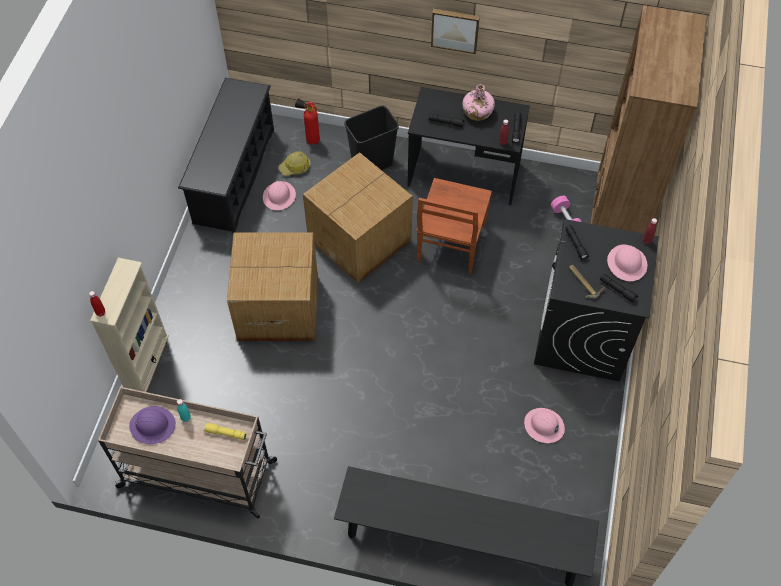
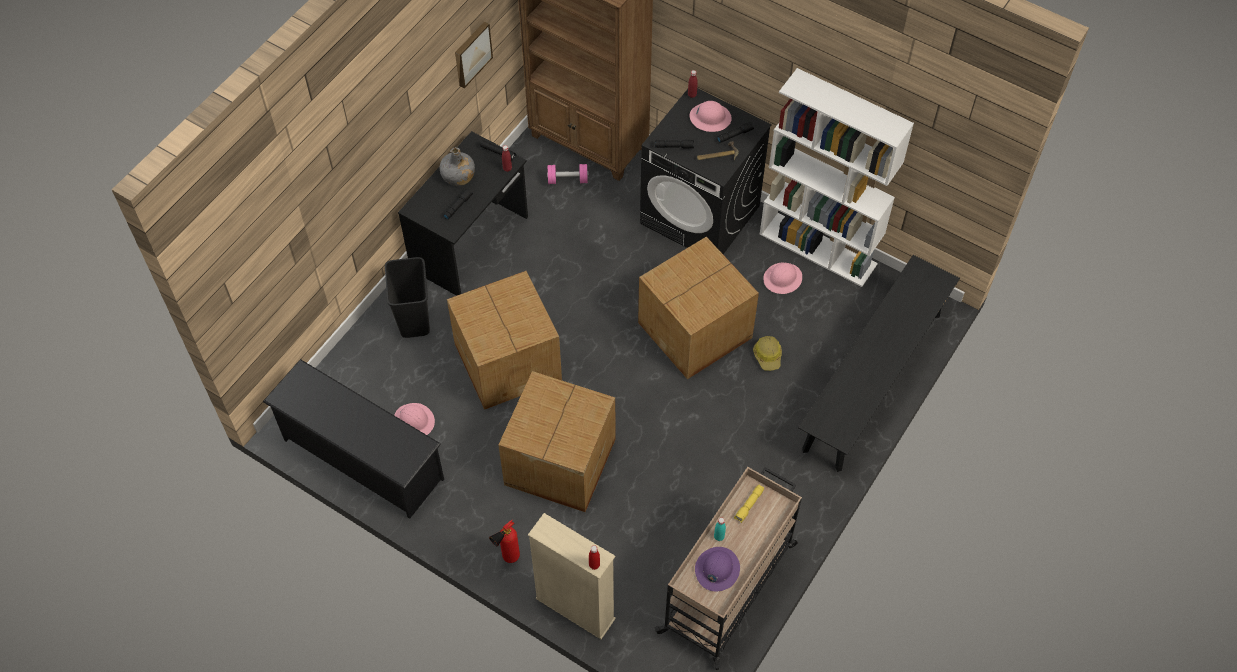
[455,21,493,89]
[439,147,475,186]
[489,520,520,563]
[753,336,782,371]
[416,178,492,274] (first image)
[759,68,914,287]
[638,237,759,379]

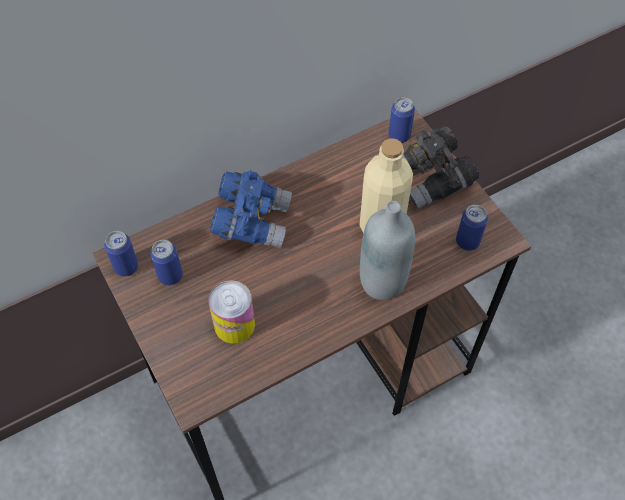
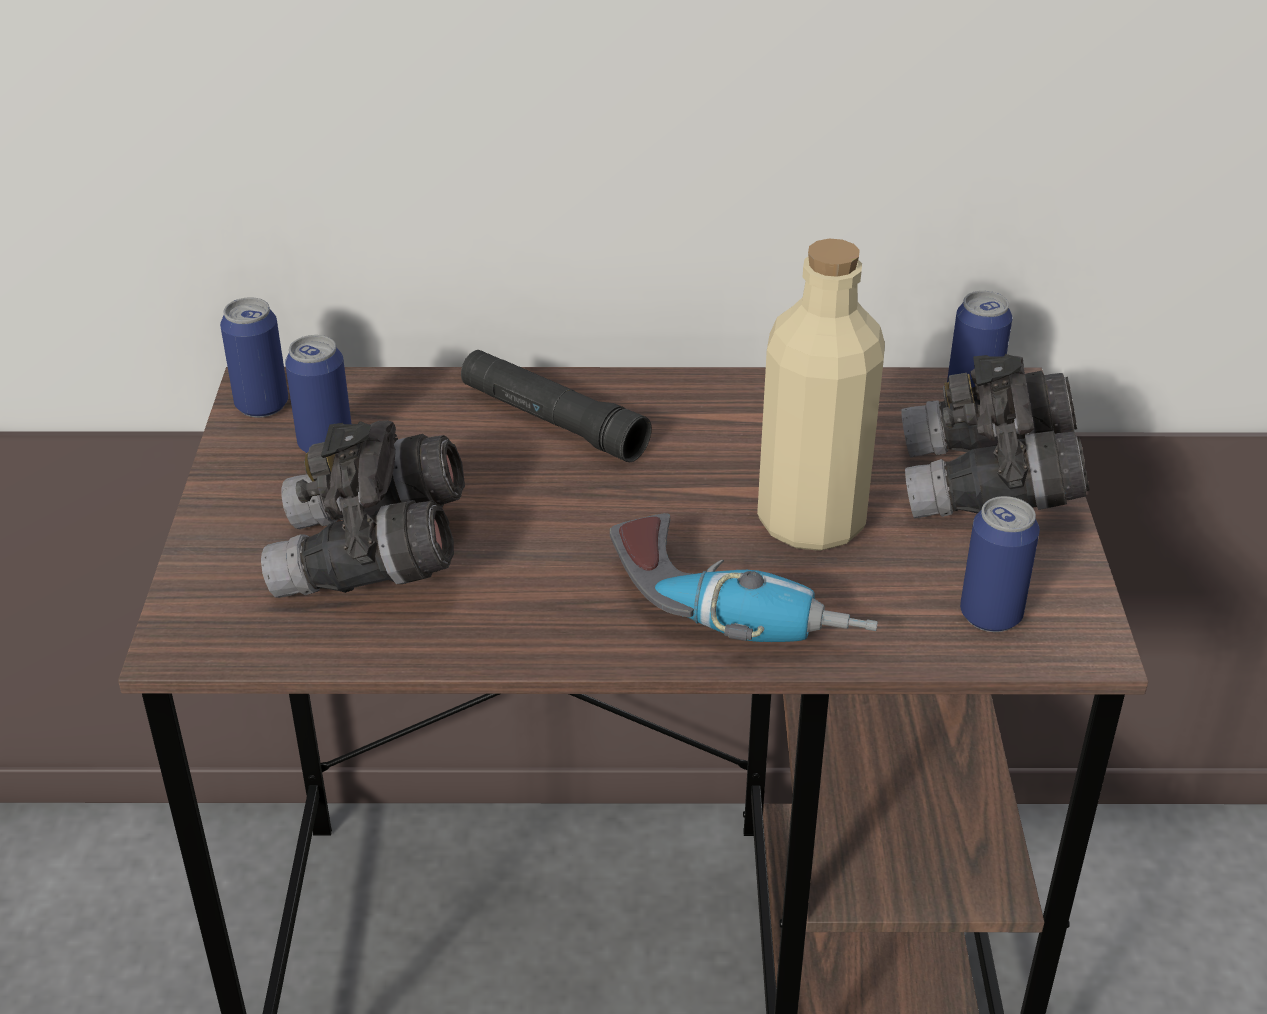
[461,350,652,462]
[610,513,878,642]
[261,420,465,598]

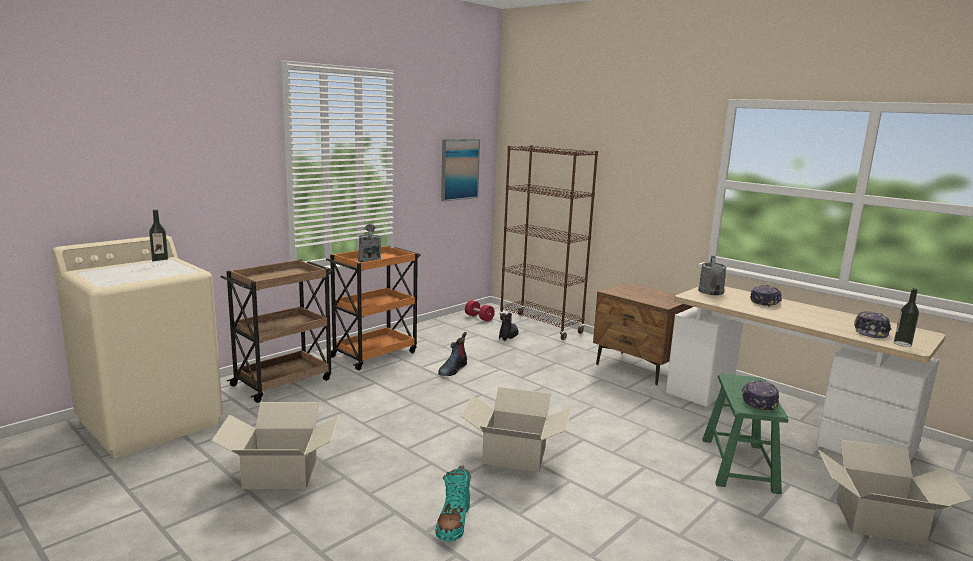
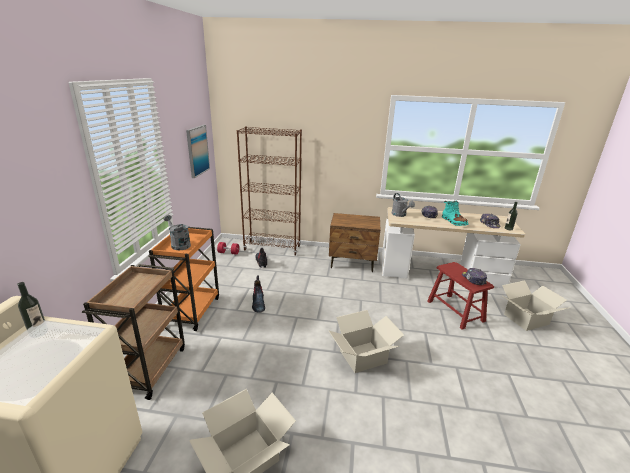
[427,262,494,330]
[442,200,468,226]

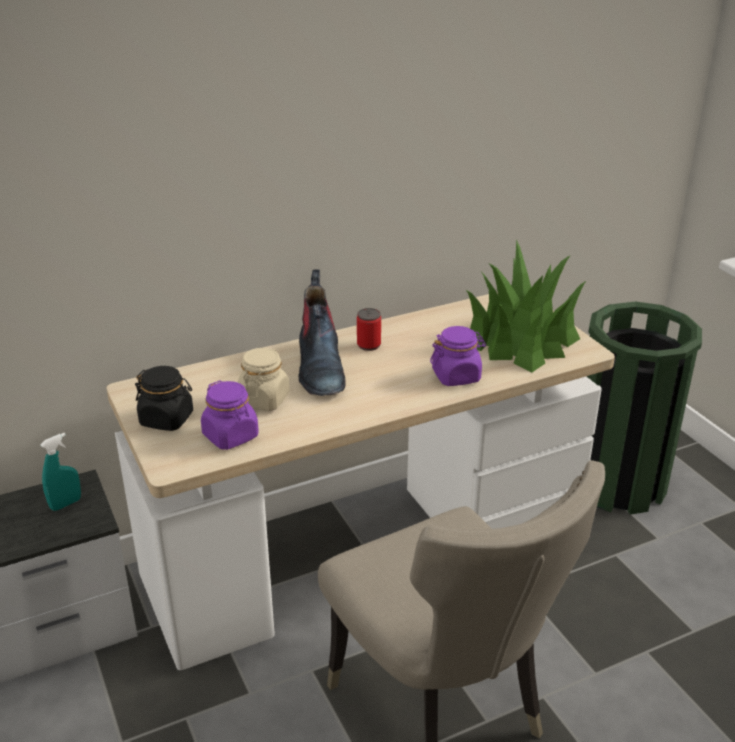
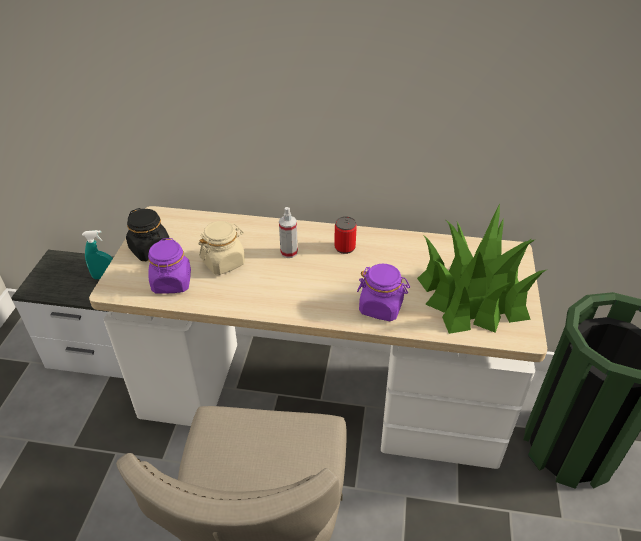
[279,207,298,258]

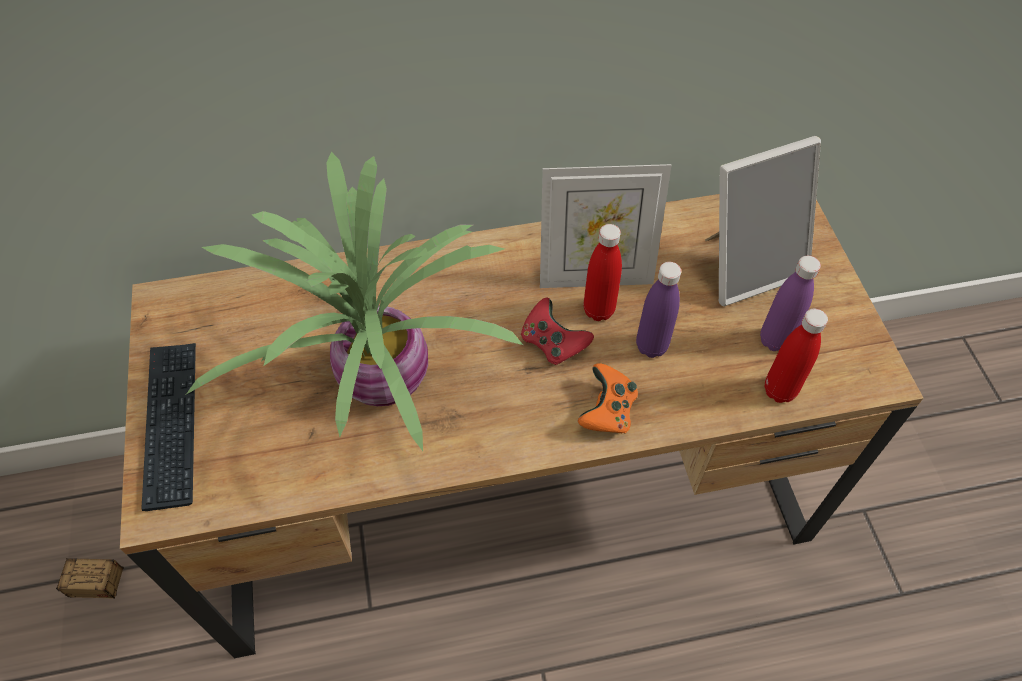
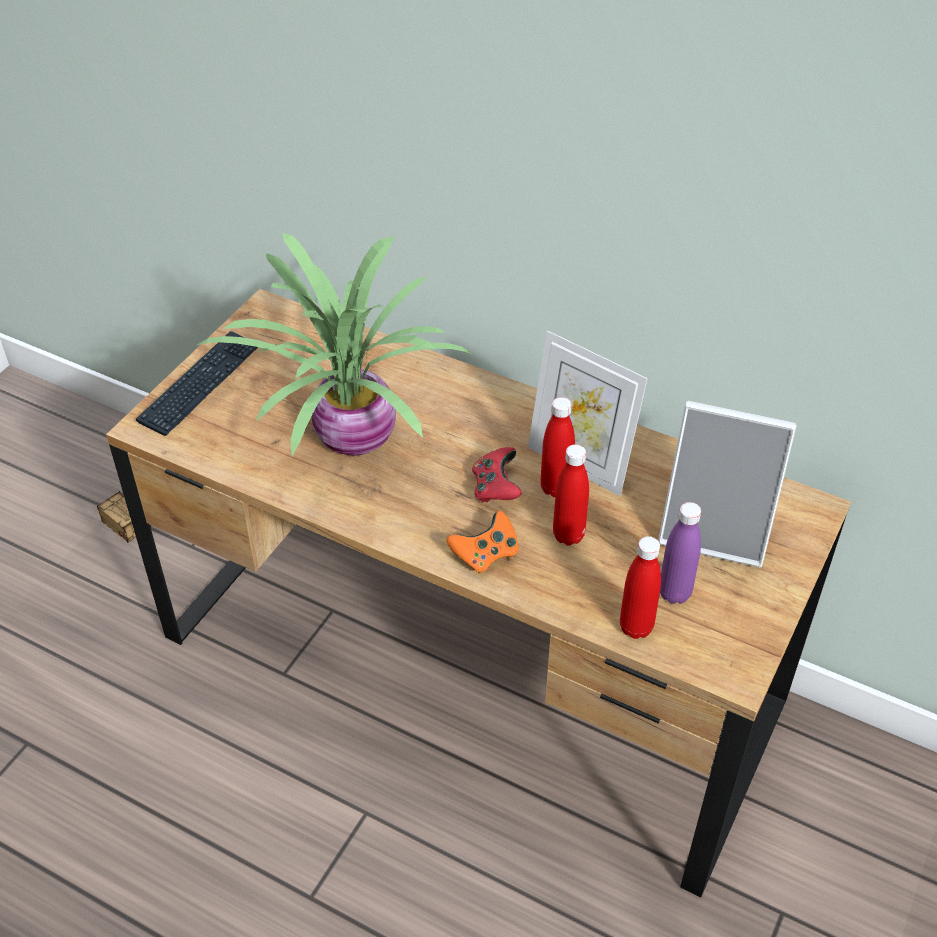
[553,444,589,546]

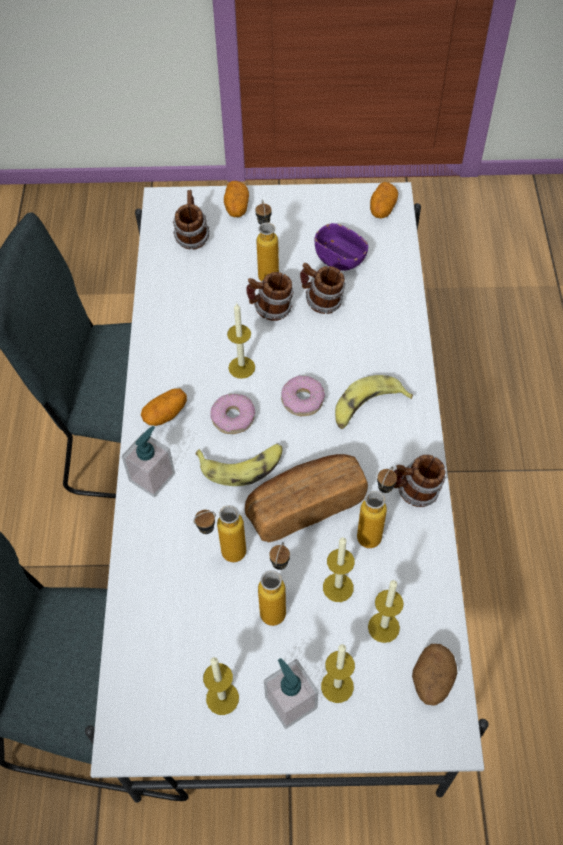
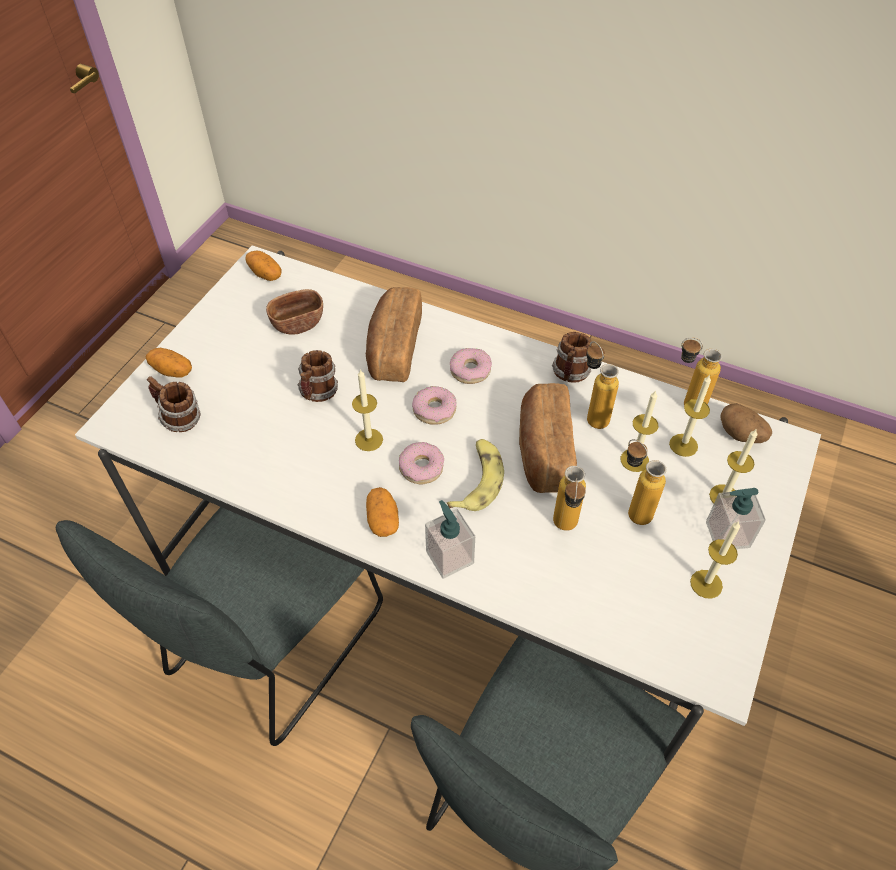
[681,337,722,406]
[266,289,323,335]
[300,263,346,314] (first image)
[450,348,492,384]
[366,287,422,382]

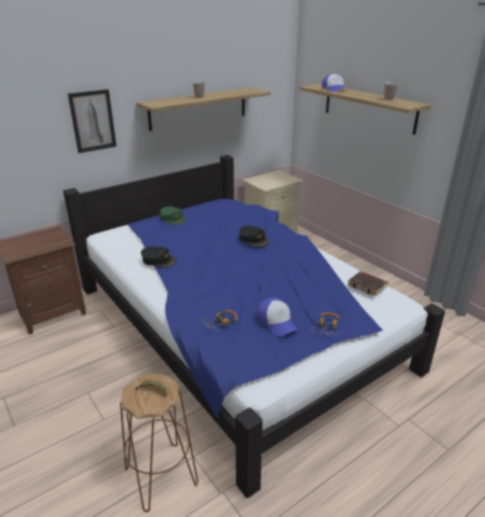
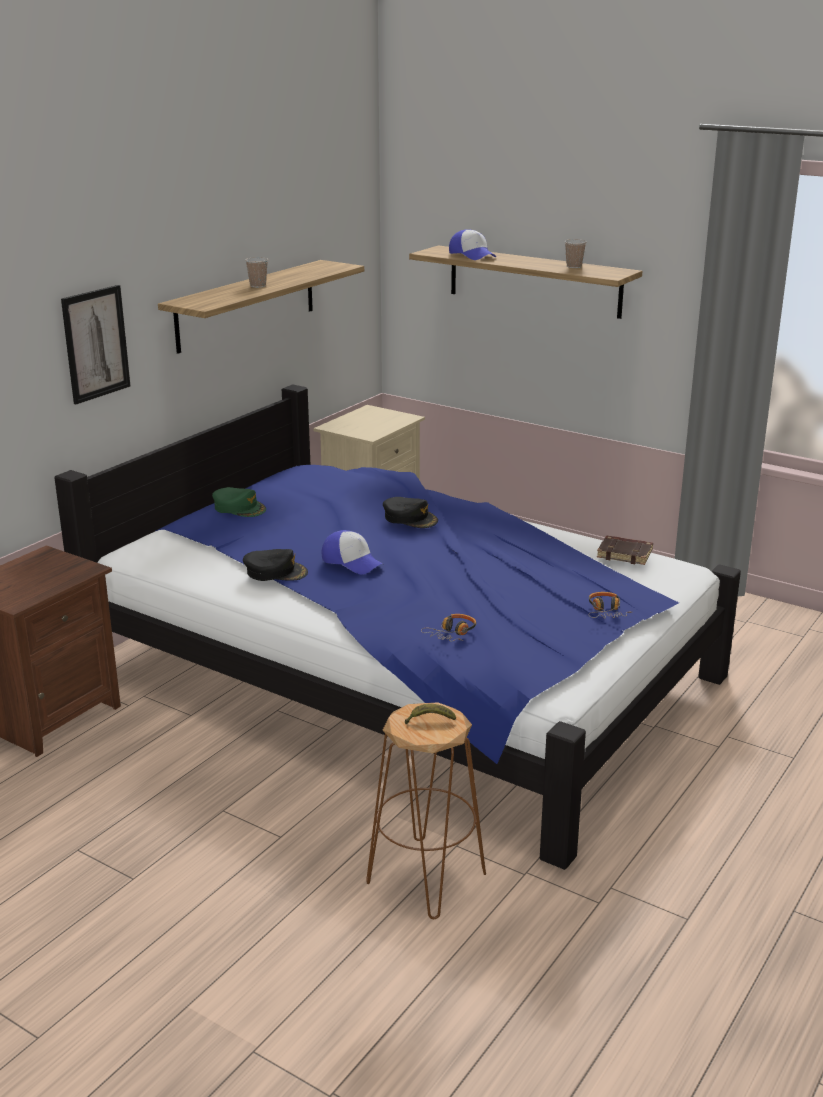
[321,530,383,574]

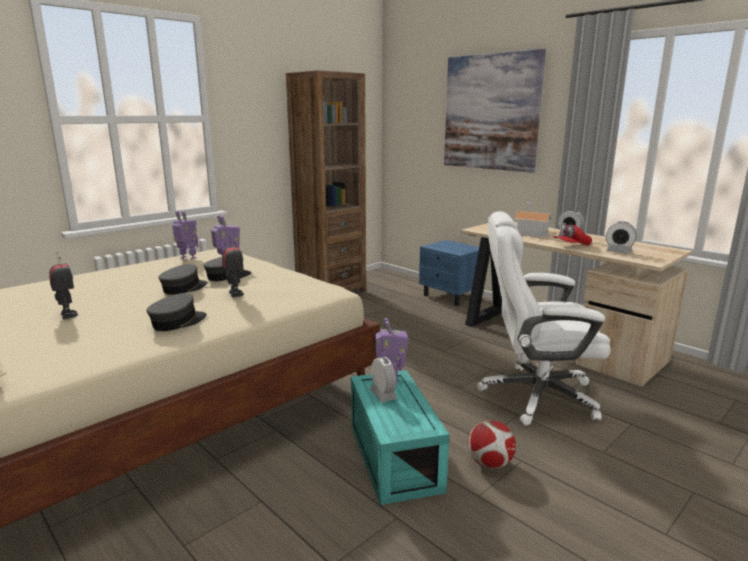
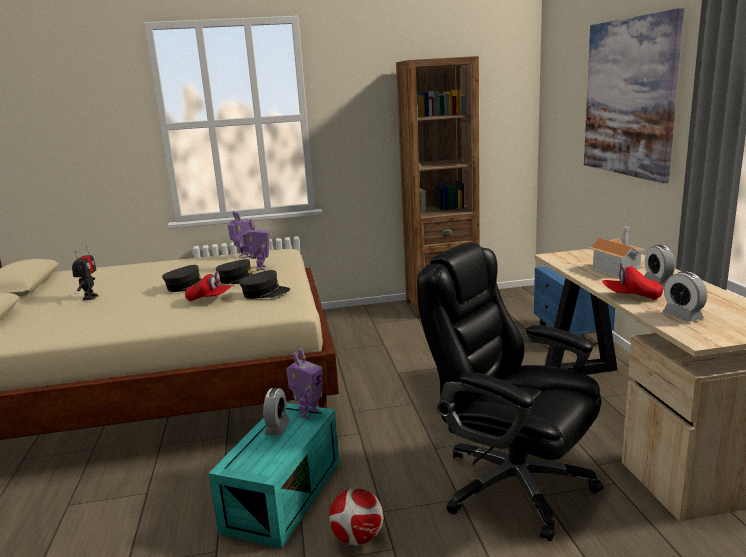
[417,243,603,541]
[185,271,232,301]
[239,270,290,299]

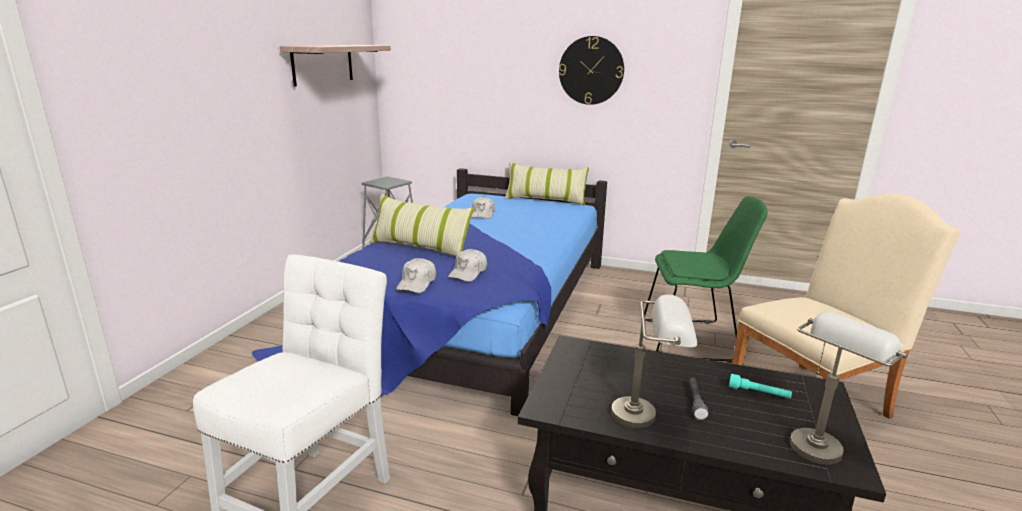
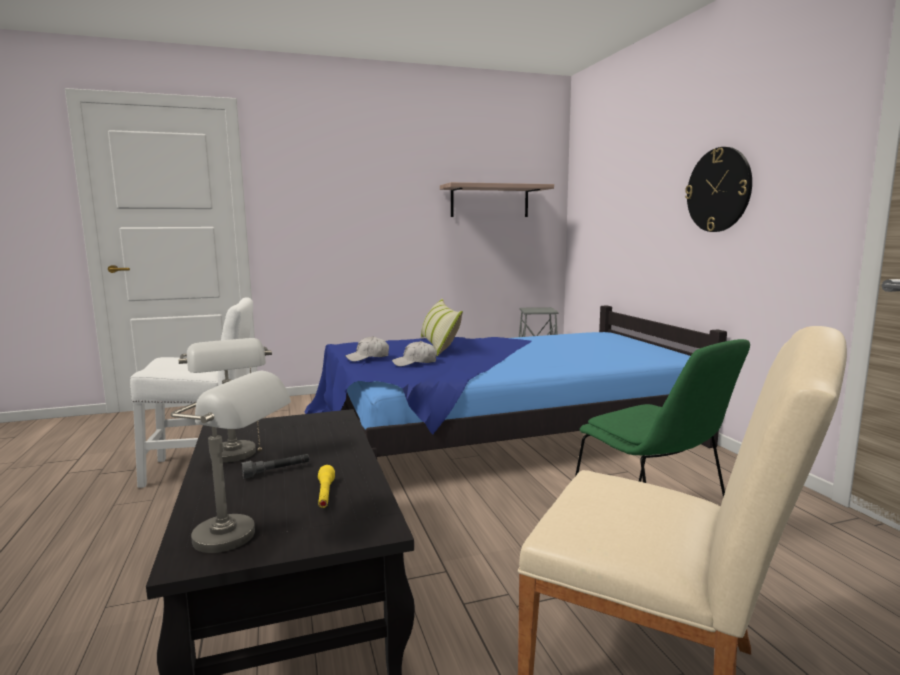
[504,162,589,206] (first image)
[471,196,495,219] (first image)
[318,465,335,508]

